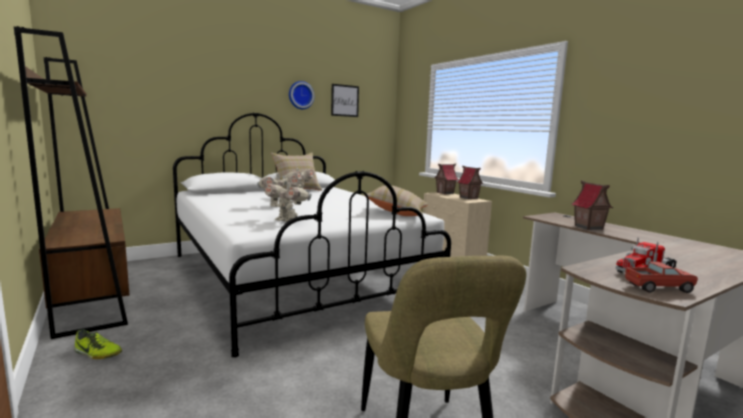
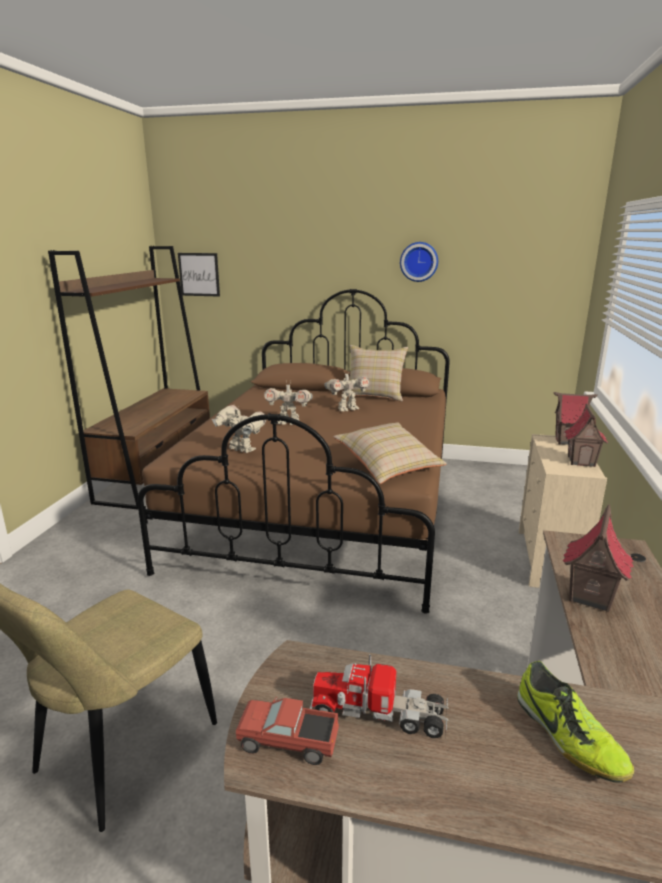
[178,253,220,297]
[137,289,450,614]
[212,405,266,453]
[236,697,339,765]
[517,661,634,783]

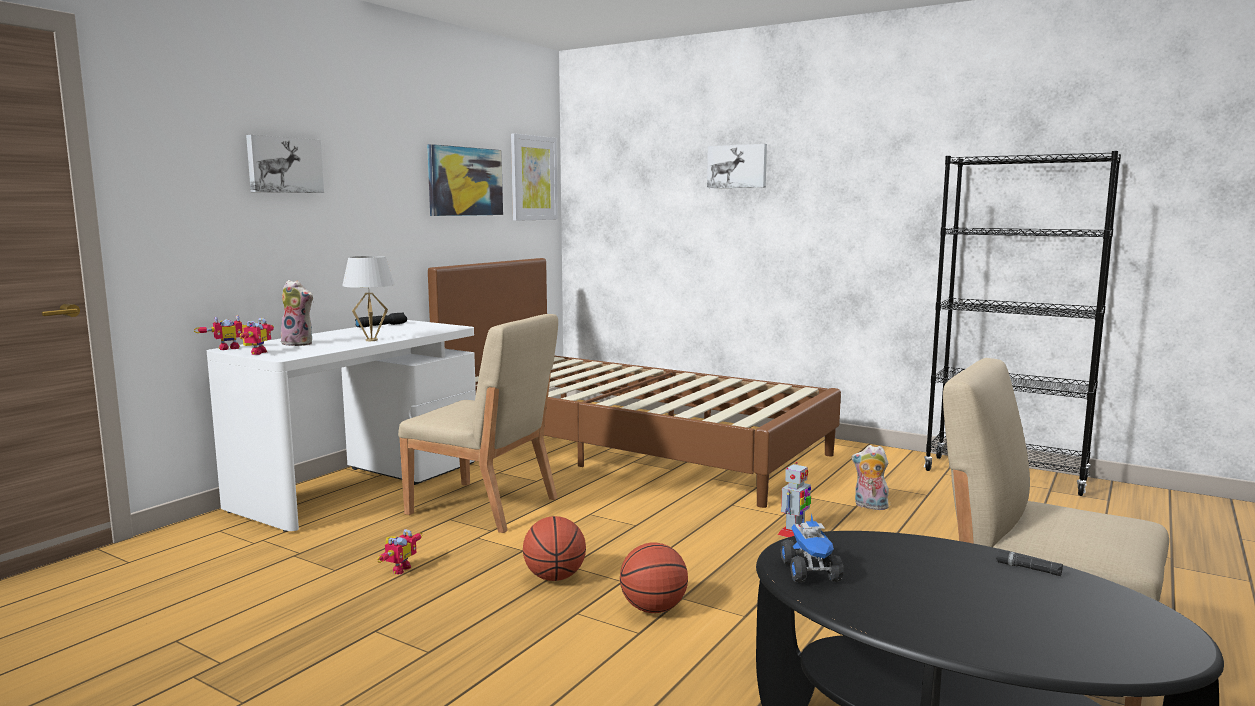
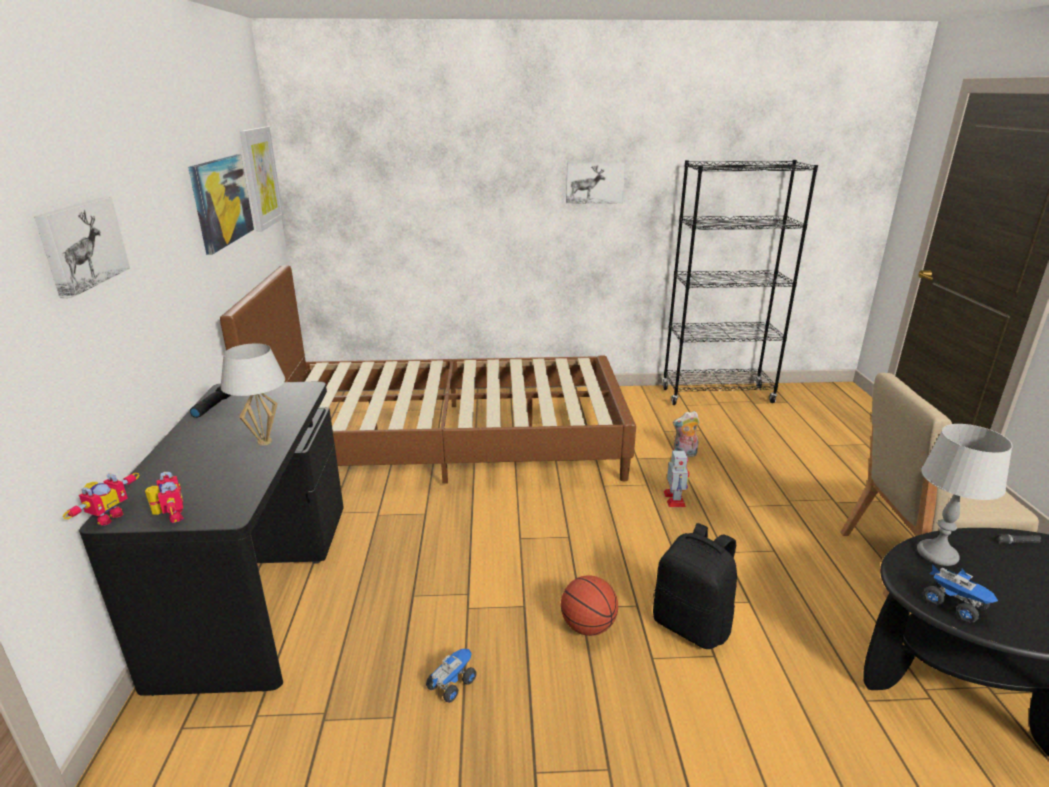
[566,162,625,204]
[281,280,314,346] (first image)
[398,314,558,533] (first image)
[79,382,344,696]
[426,649,477,703]
[653,523,737,649]
[917,424,1013,566]

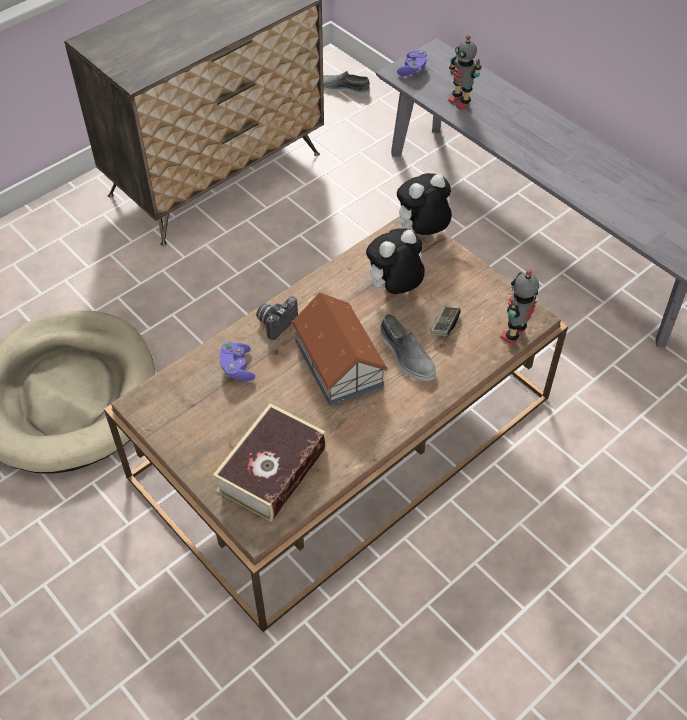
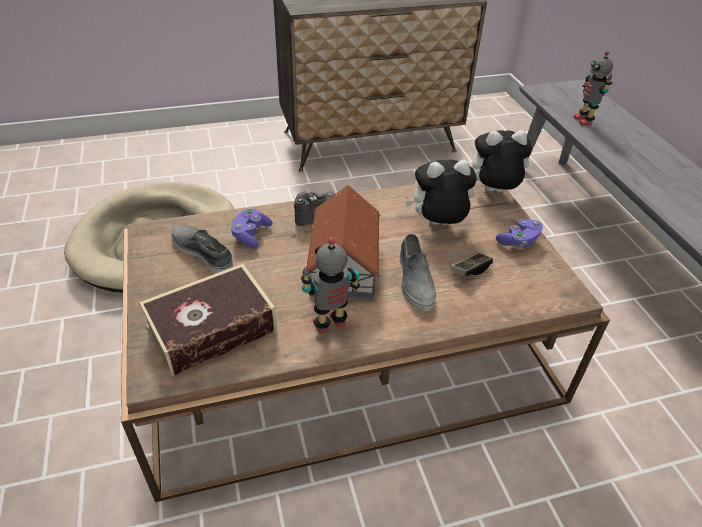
[496,219,543,248]
[171,225,233,273]
[301,237,360,334]

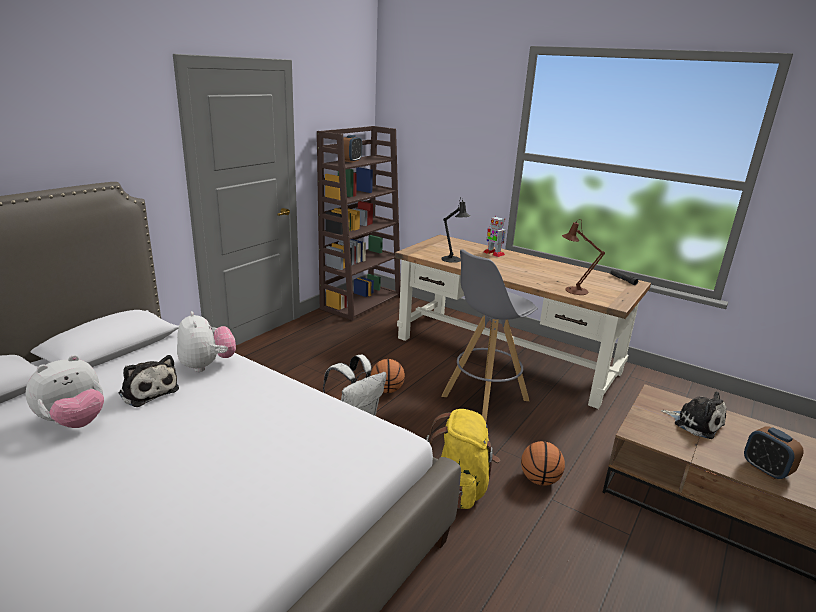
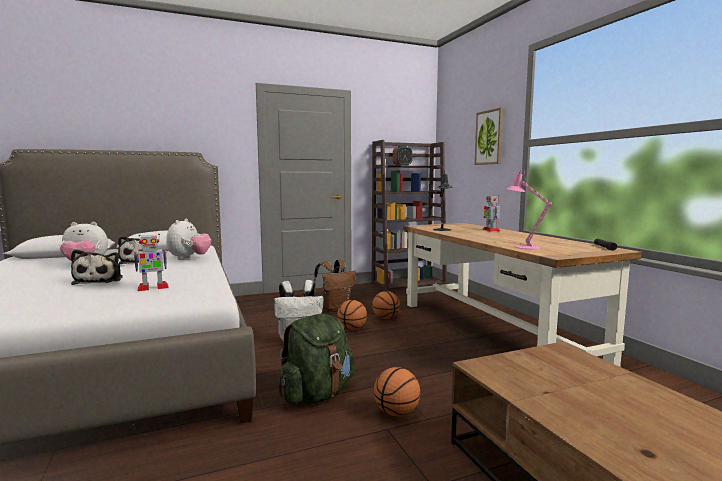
[506,169,552,249]
[442,249,538,422] (first image)
[71,250,123,285]
[279,314,355,404]
[744,426,804,480] (first image)
[475,108,503,165]
[133,234,169,291]
[314,260,356,312]
[372,291,400,319]

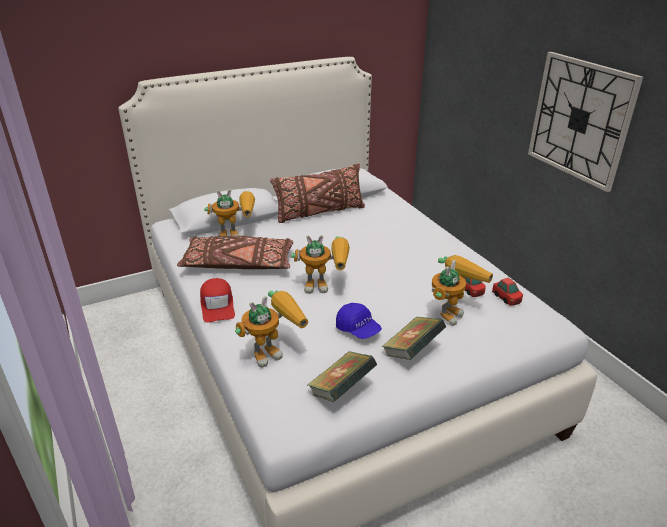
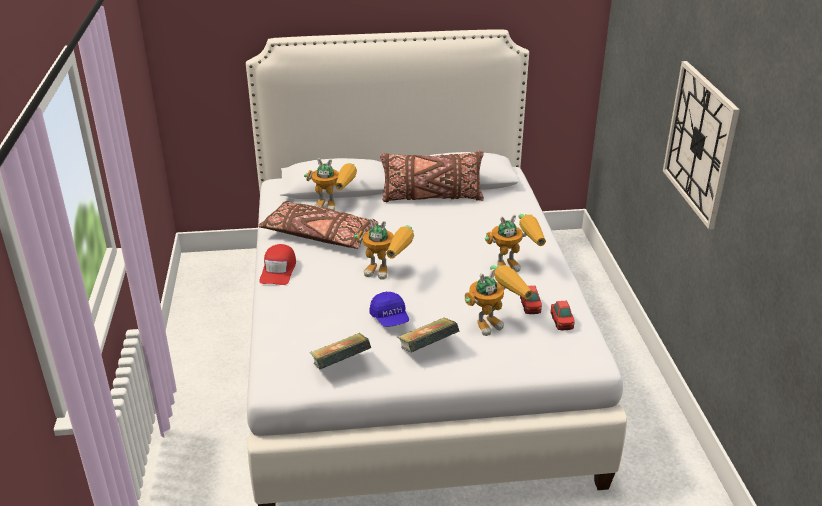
[485,214,546,272]

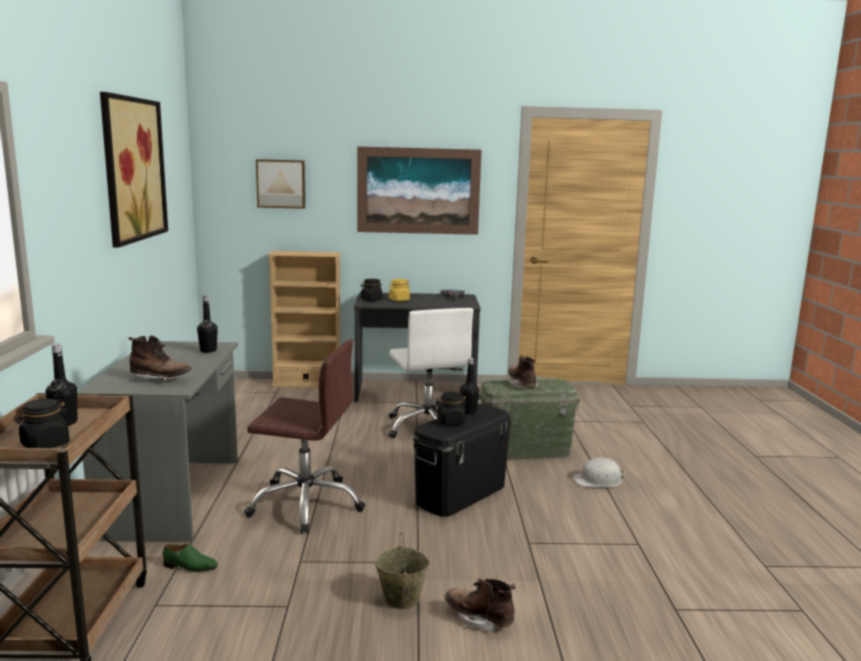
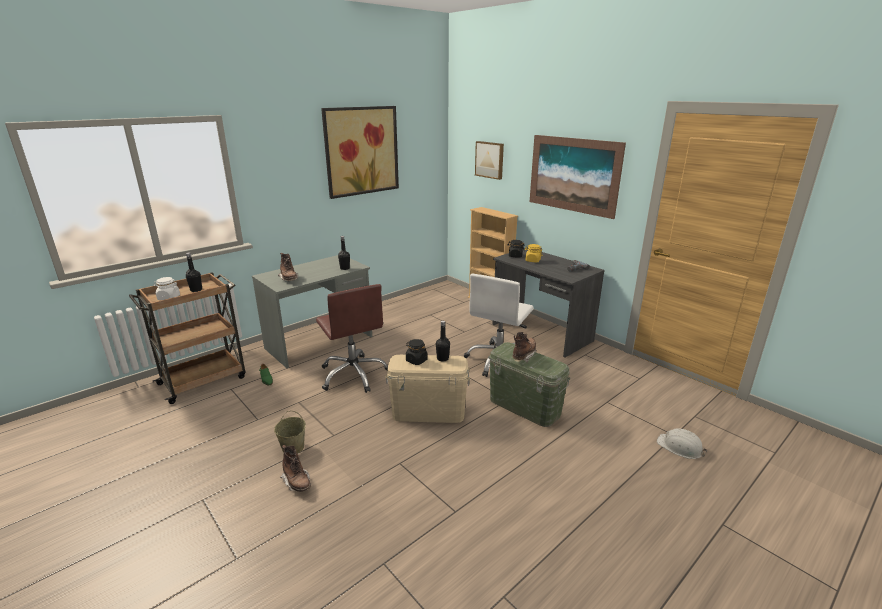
[154,277,180,300]
[385,355,470,423]
[657,428,707,459]
[280,445,311,492]

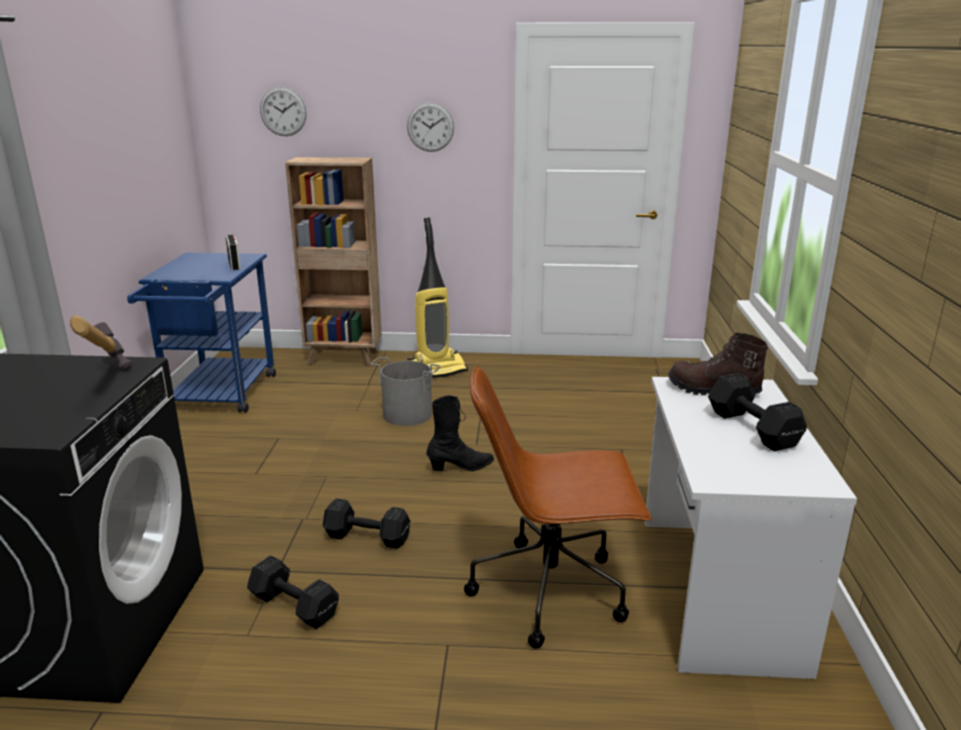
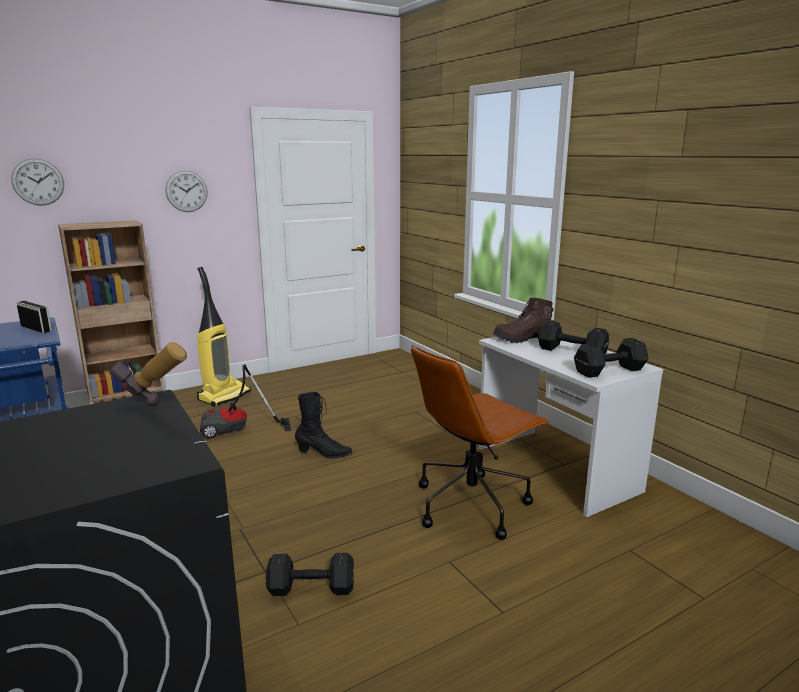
[200,364,291,439]
[295,392,352,458]
[574,338,649,378]

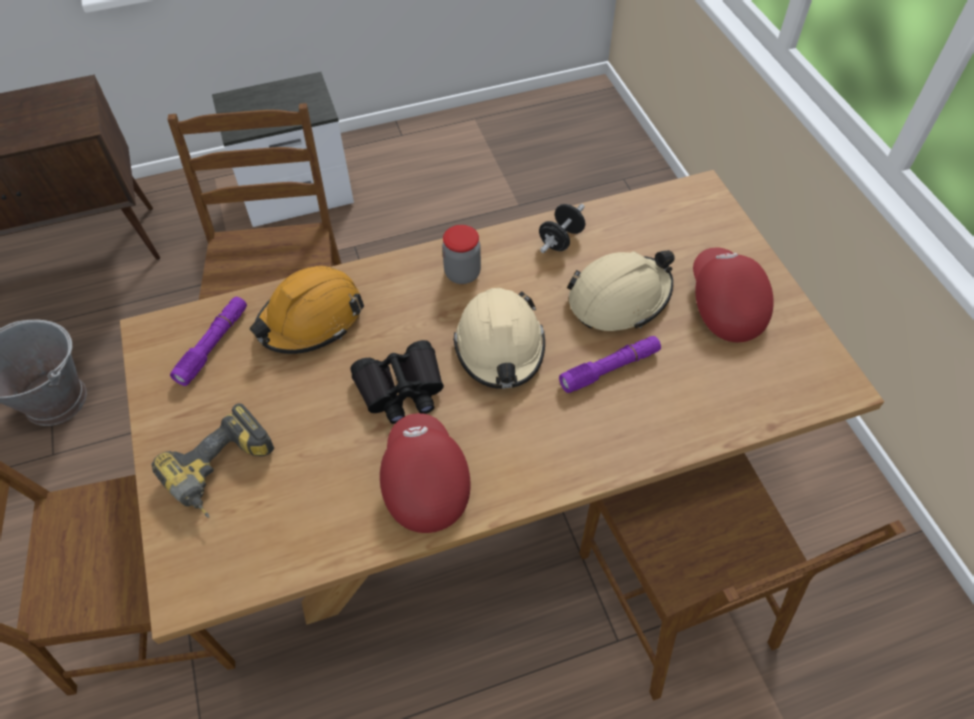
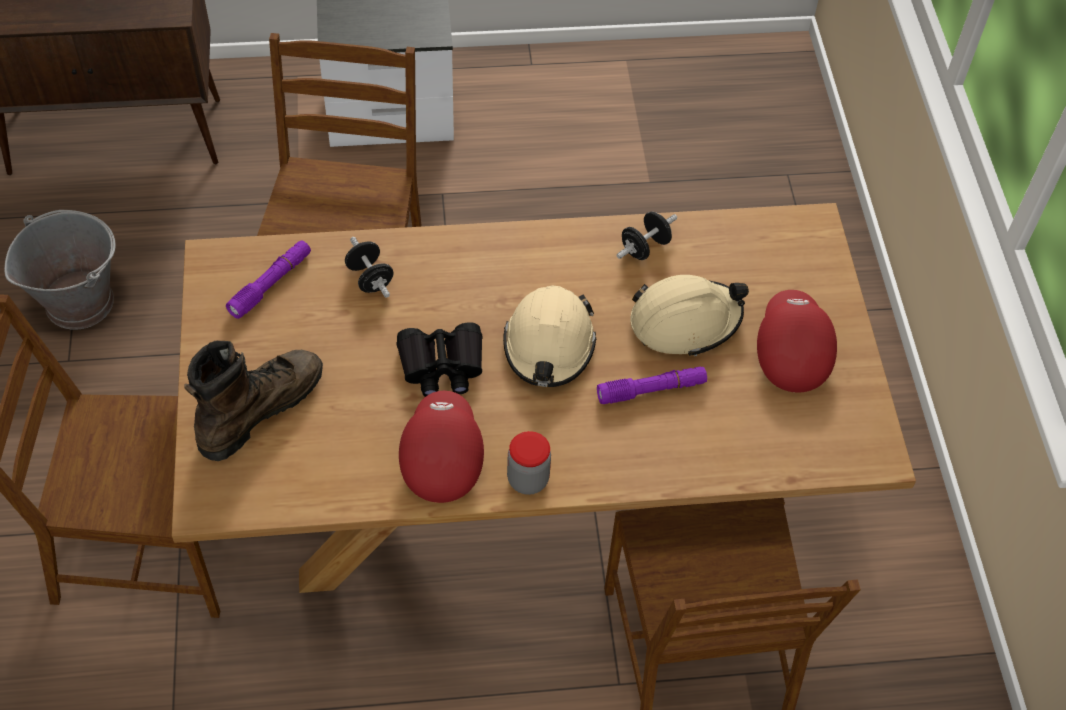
[507,431,551,495]
[345,237,394,298]
[184,340,323,461]

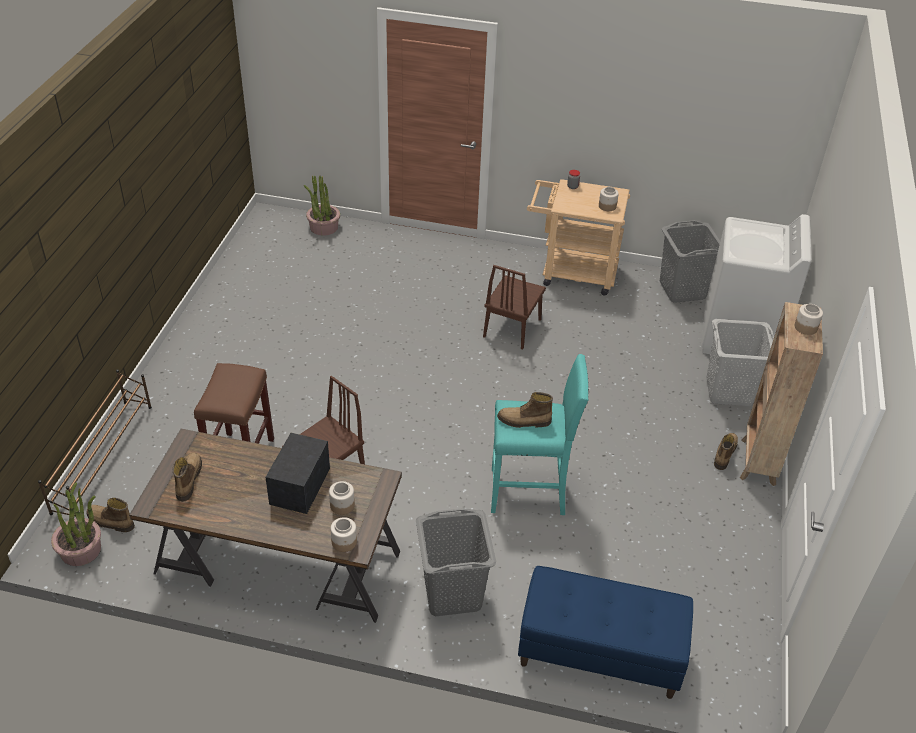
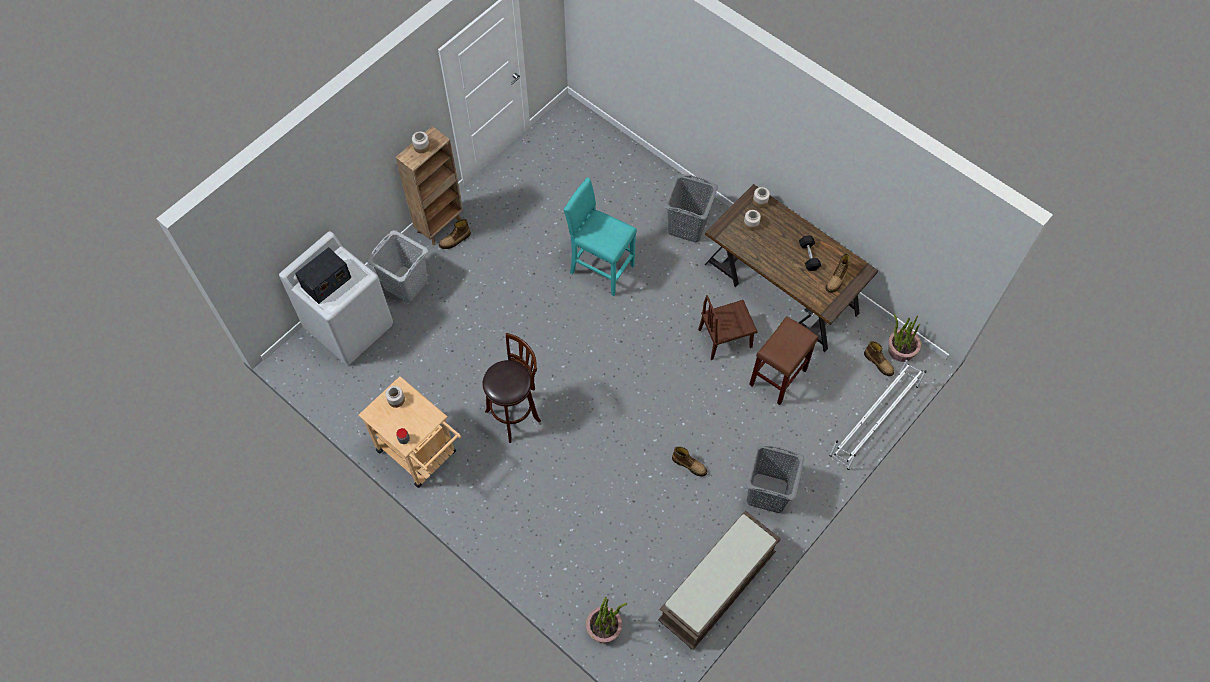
[746,443,805,513]
[483,333,541,443]
[830,358,927,470]
[672,446,707,477]
[295,247,351,304]
[518,566,693,699] (first image)
[799,235,821,271]
[658,510,781,650]

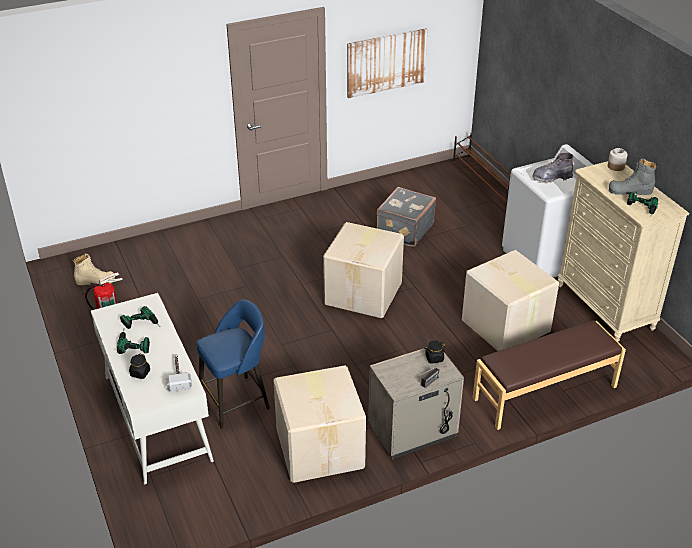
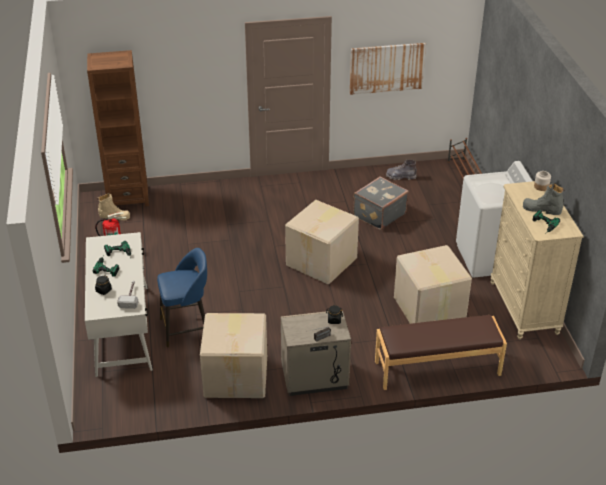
[386,160,416,180]
[87,50,149,206]

